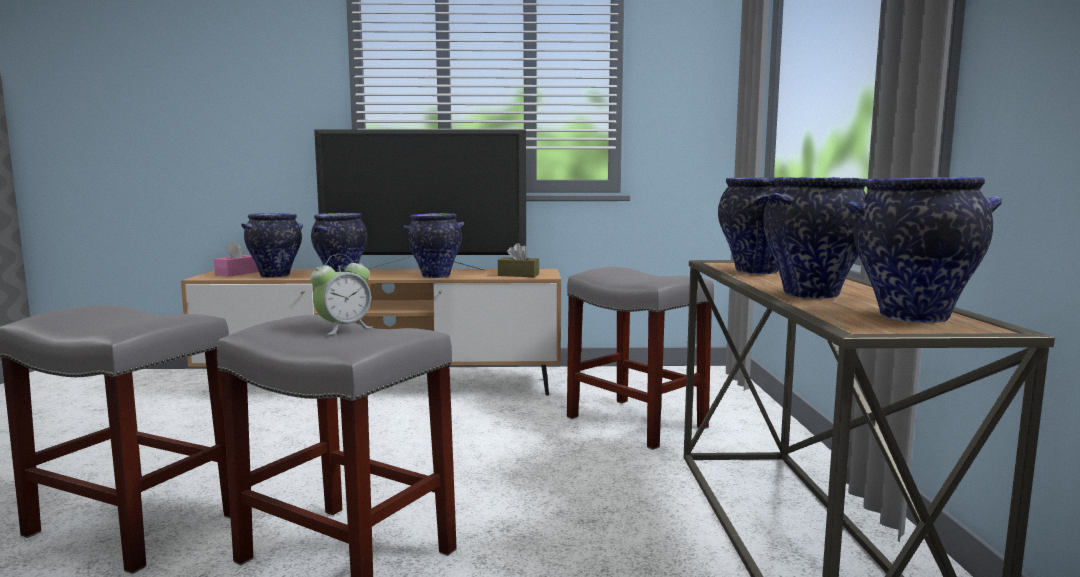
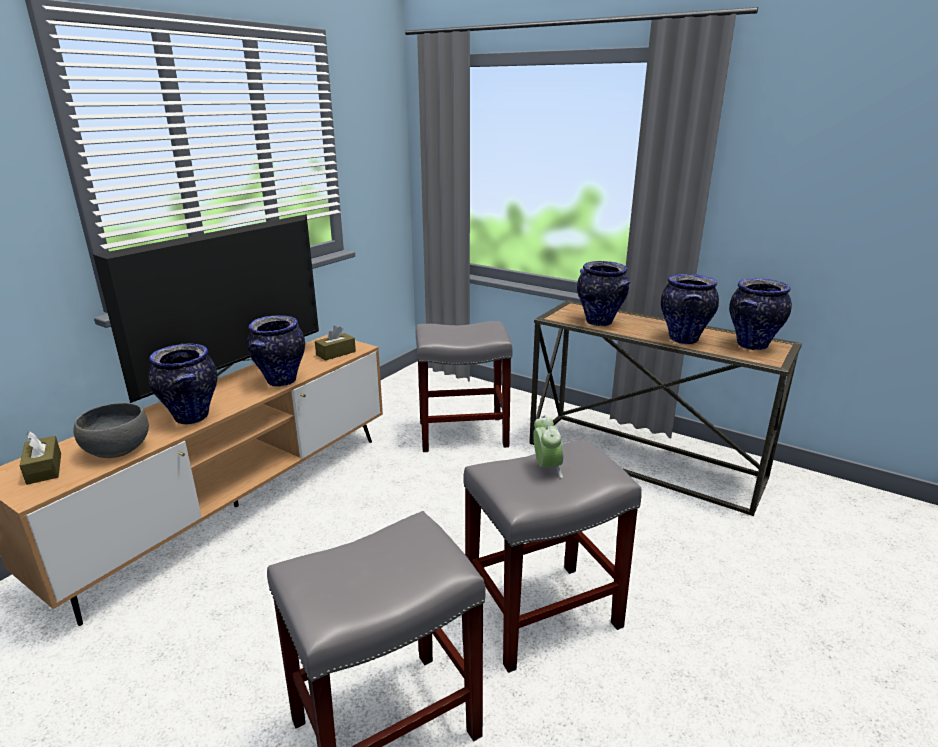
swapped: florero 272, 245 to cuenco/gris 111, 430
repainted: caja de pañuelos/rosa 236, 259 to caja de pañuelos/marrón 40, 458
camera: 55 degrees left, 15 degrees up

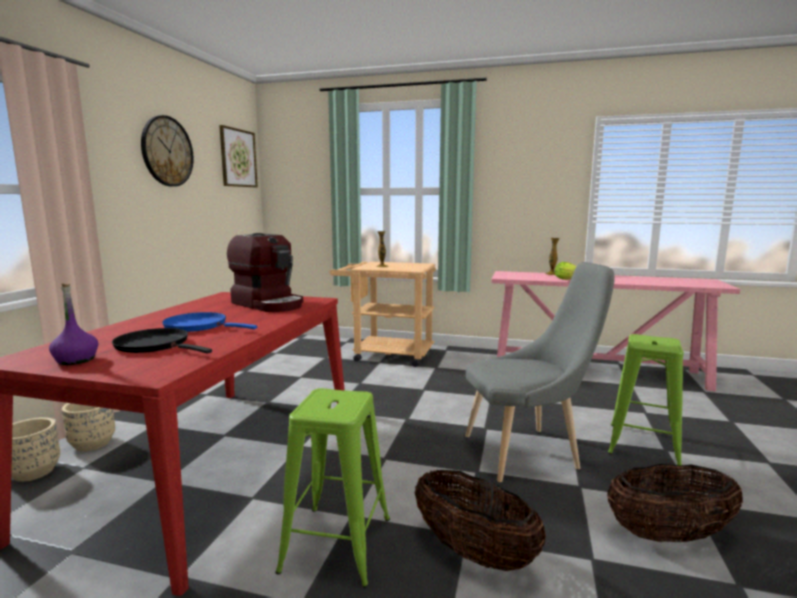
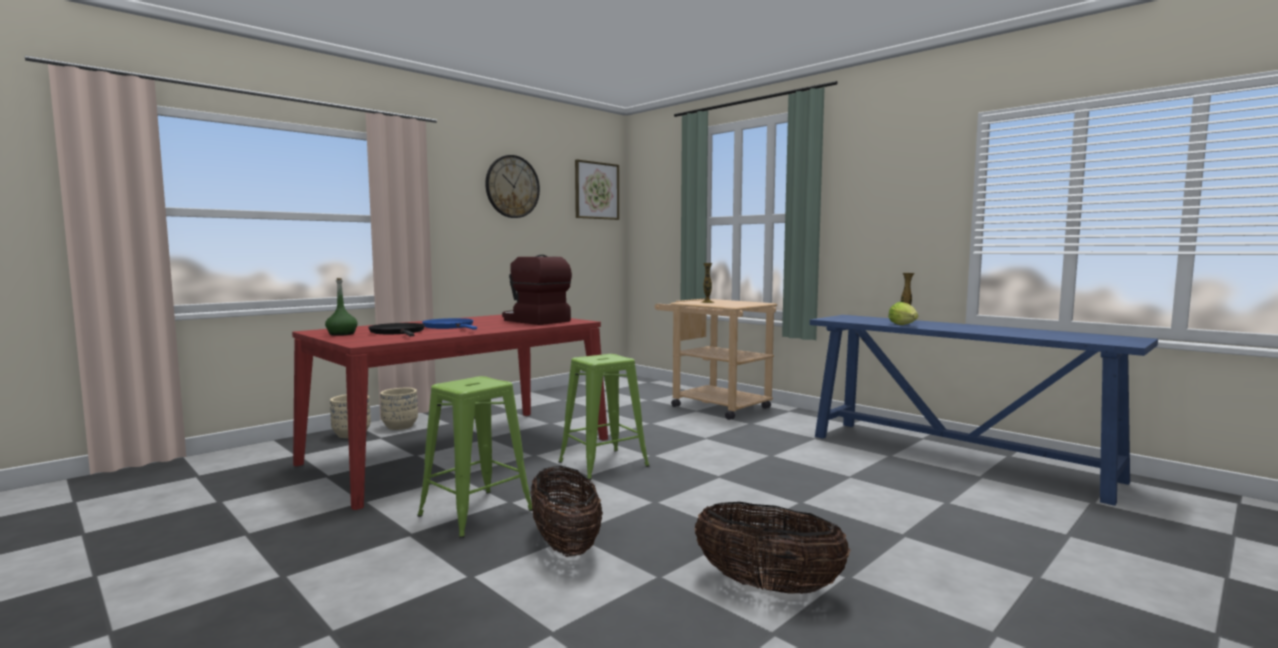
gone: silla/gris 540, 372
shifted: taburete/verde 646, 400 to 604, 417
repainted: botella/morado 73, 324 to botella/verde 341, 307; mesa consola/rosa 616, 331 to mesa consola/azul 984, 410
rotated: cafetera 265, 272 = 537, 290 150 degrees clockwise
camera: 30 degrees right, 5 degrees down

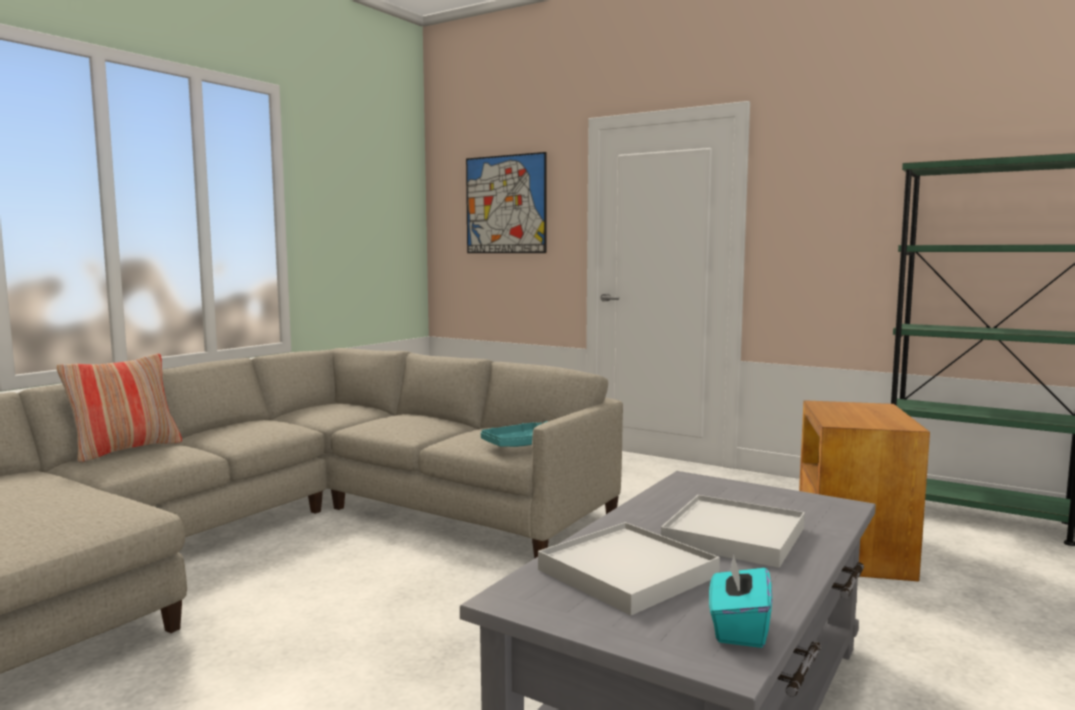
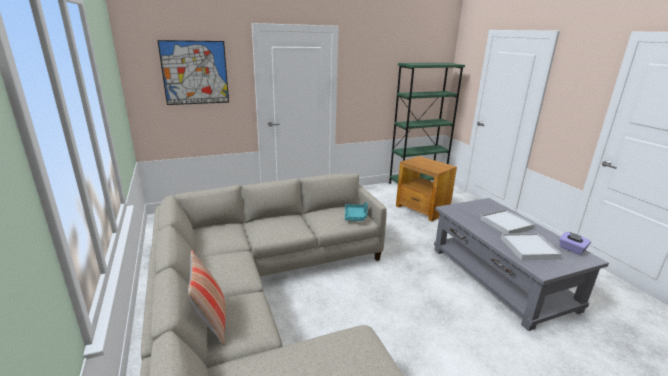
repainted: caja de pañuelos/turquesa 740, 600 to caja de pañuelos/morado 575, 243
camera: 55 degrees left, 15 degrees up

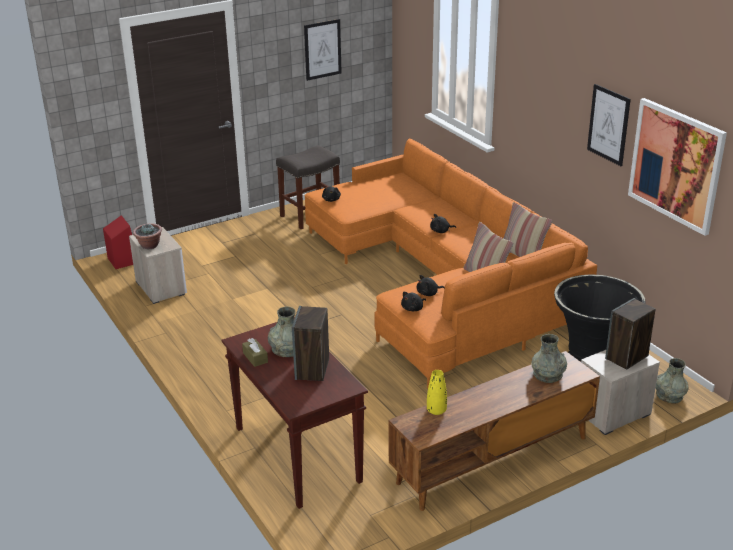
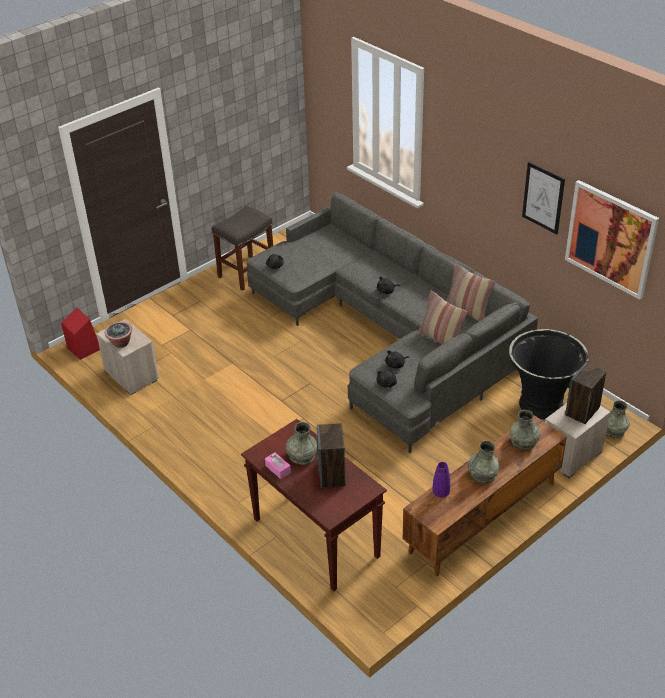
gone: cuadro 323, 50
new: florero/gris 483, 461
repainted: caja de pañuelos/marrón 255, 352 to caja de pañuelos/rosa 278, 465; sofá/naranja 450, 263 to sofá/gris 392, 322; florero/amarillo 437, 392 to florero/morado 441, 480
camera: 10 degrees left, 10 degrees up

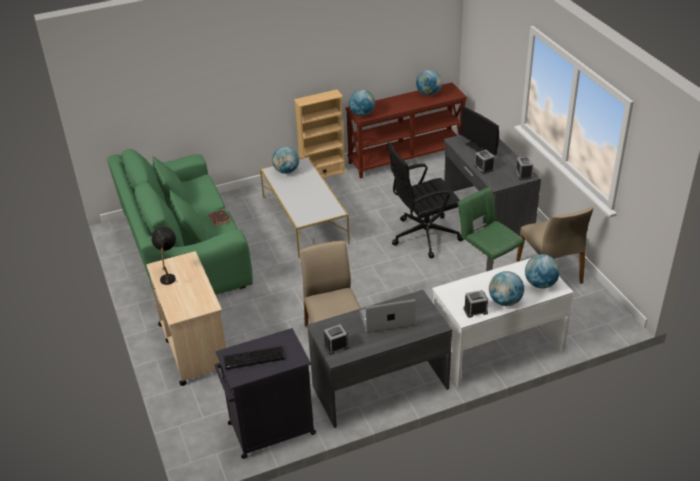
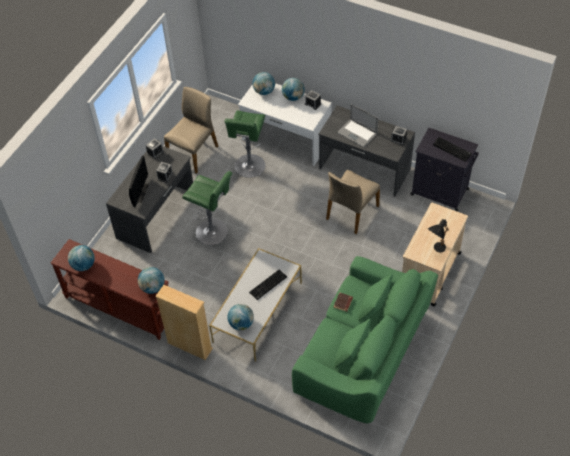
new: teclado 268, 285
swapped: silla de oficina/negro 425, 200 to taburete/verde 207, 208
camera: 130 degrees left, 15 degrees up

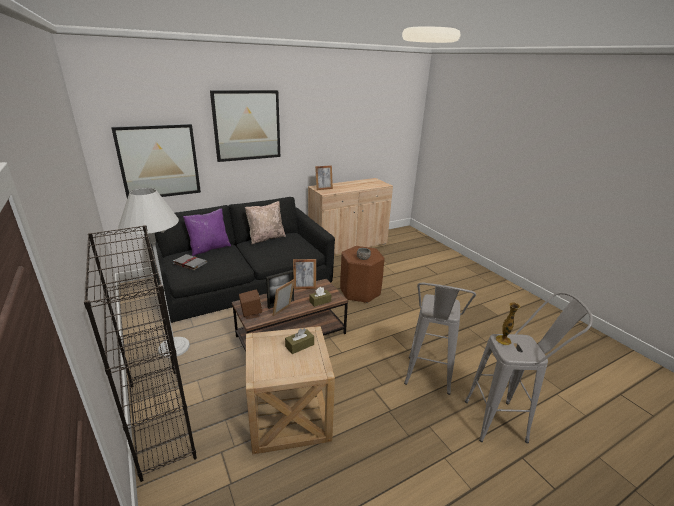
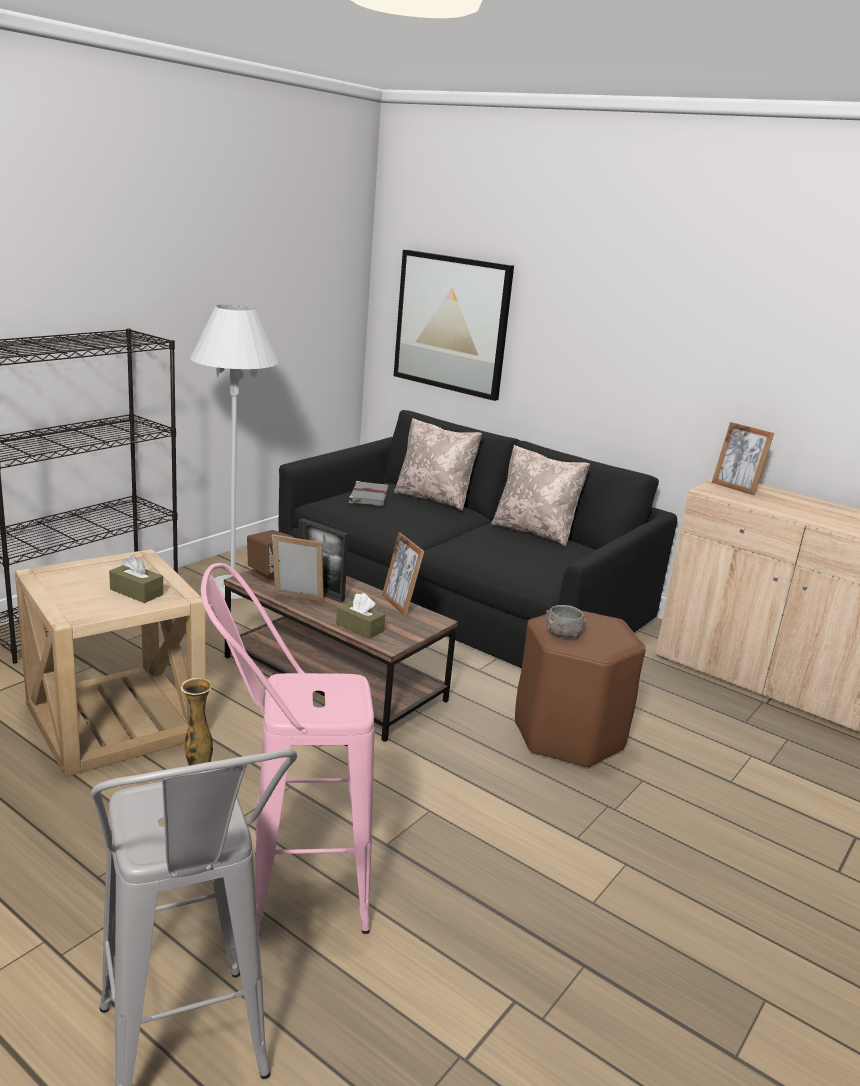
gone: cuadro 245, 126
repainted: cojín/morado 207, 232 to cojín/beis 438, 464; taburete/gris 440, 339 to taburete/rosa 287, 748
camera: 65 degrees right, 5 degrees down

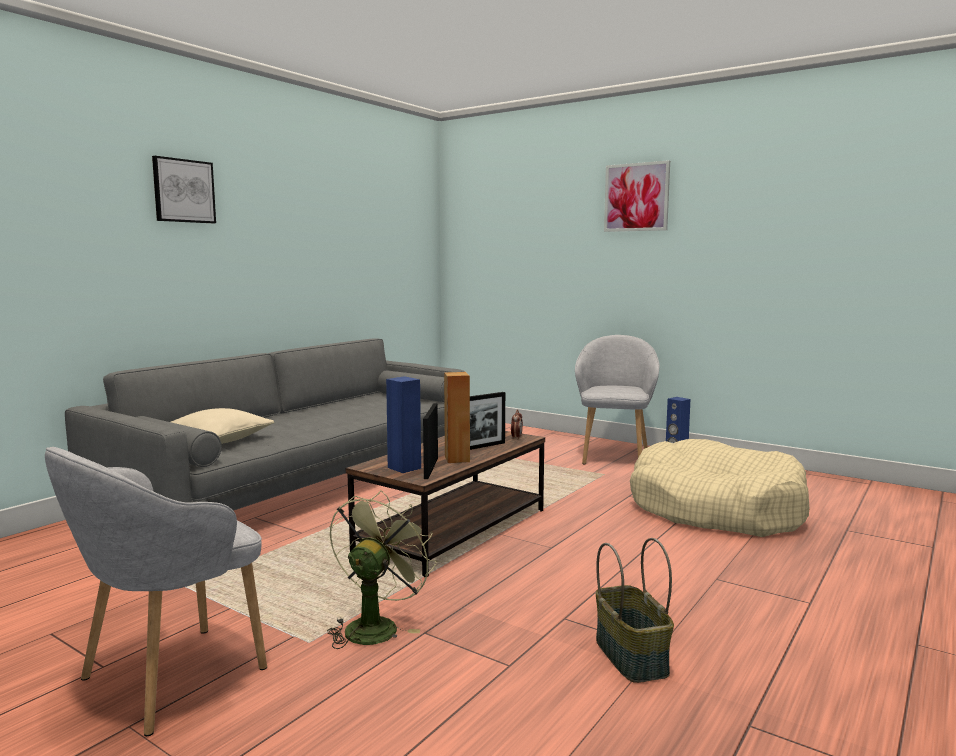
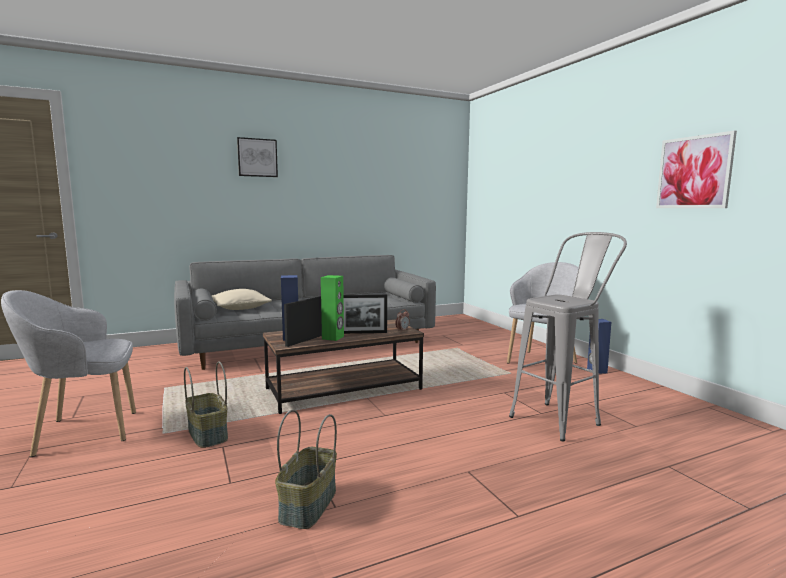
shifted: cuadro 637, 196 to 696, 169
swapped: ventilador/verde 381, 569 to cesta 206, 404; cama para perro/beis 719, 488 to taburete/gris 568, 336
repainted: altavoz/marrón 457, 417 to altavoz/verde 332, 308
camera: 30 degrees right, 0 degrees up

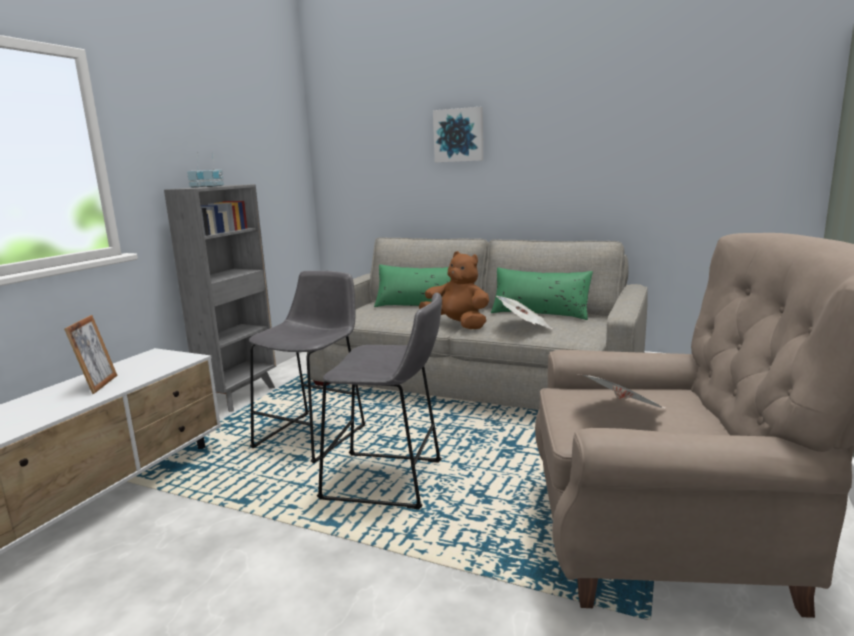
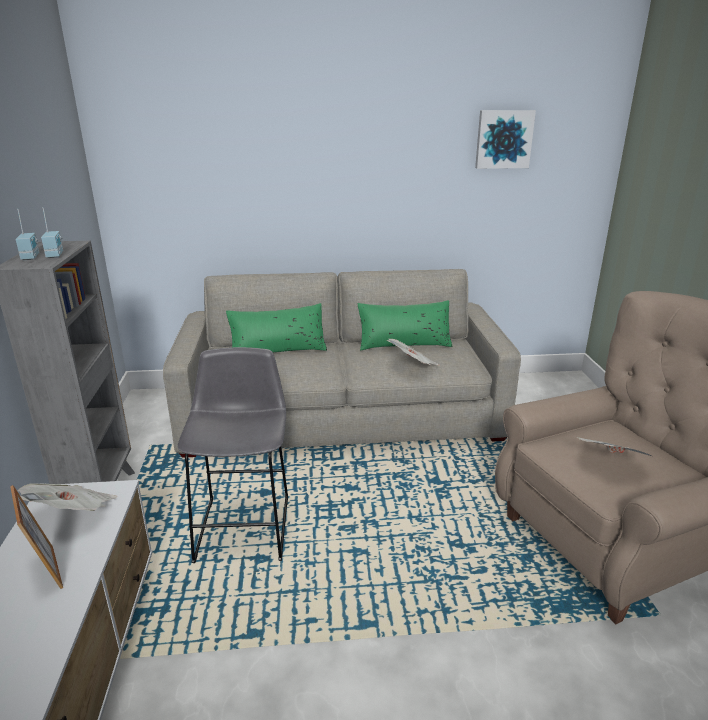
gone: taburete/gris 379, 401; peluche/marrón 454, 290
new: periódico 67, 497
shifted: cuadro 458, 134 to 505, 139
camera: 30 degrees left, 10 degrees up

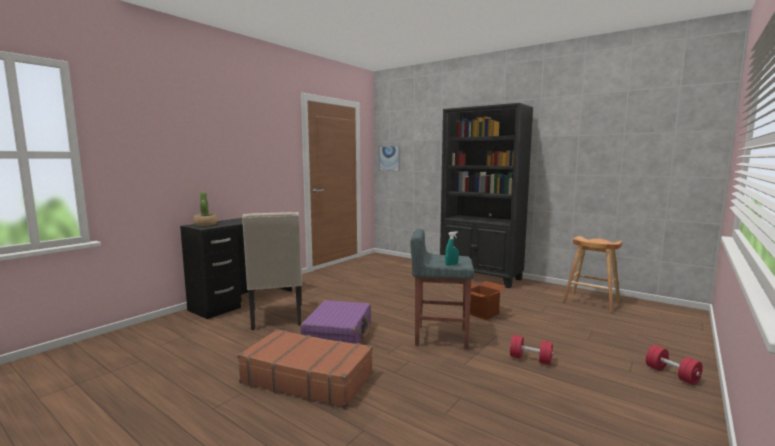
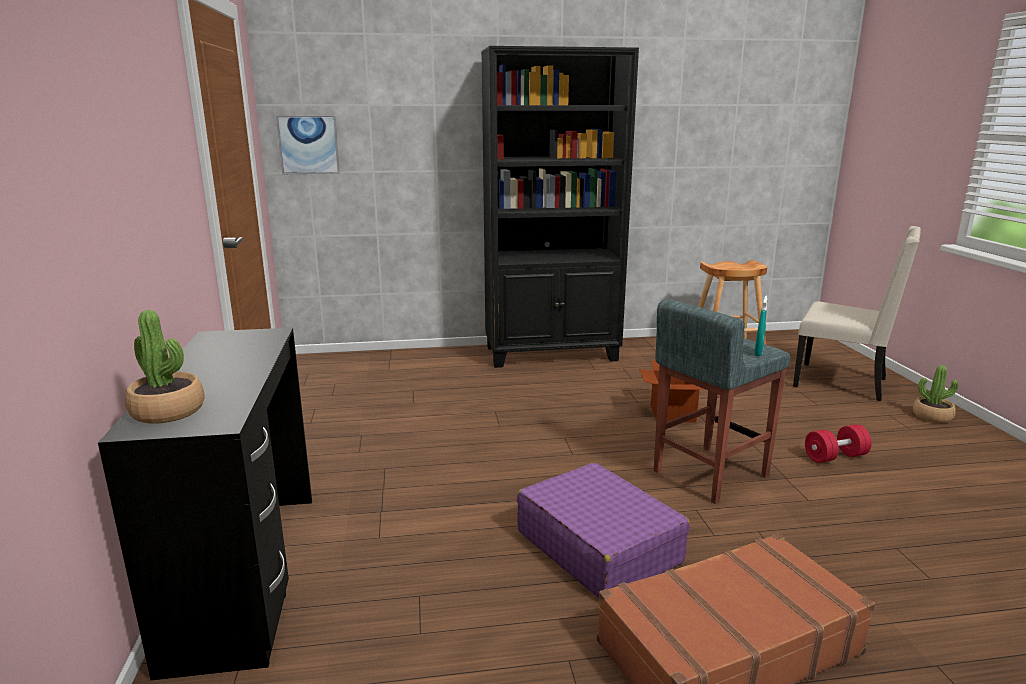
shifted: silla/beis 272, 271 to 857, 313
swapped: mancuerna/rojo 674, 365 to planta en maceta 935, 394
camera: 45 degrees left, 10 degrees up

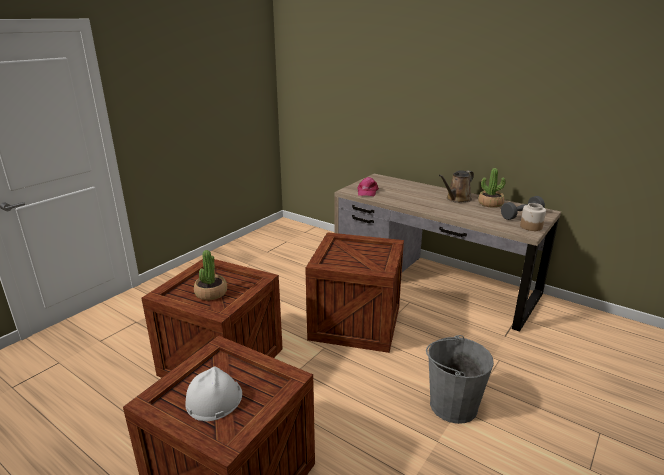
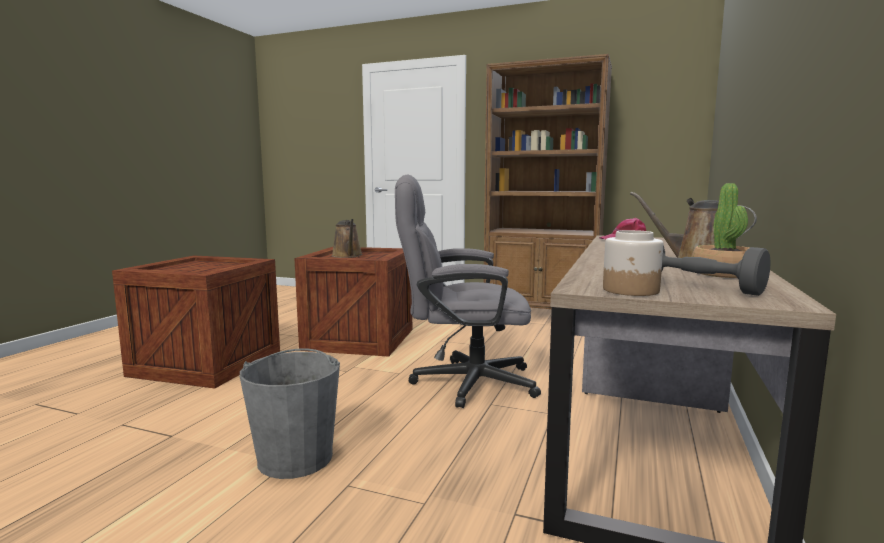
gone: casco/blanco 213, 394
new: estantería/marrón 547, 181
swapped: planta en maceta 210, 275 to regadera/marrón 347, 238; caja de embalaje 354, 292 to silla de oficina/gris 468, 291
camera: 75 degrees right, 15 degrees down

